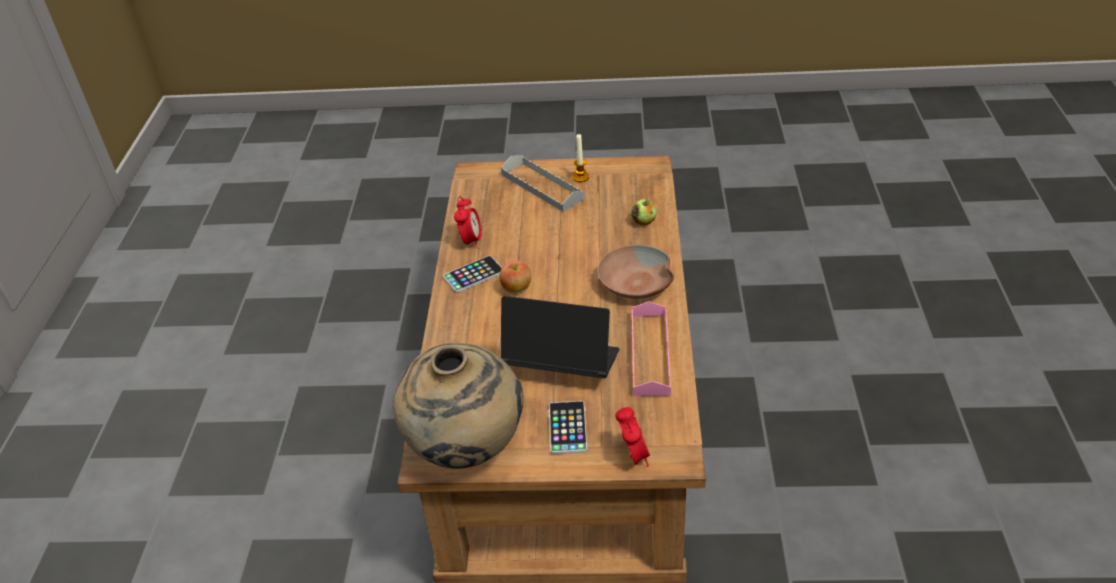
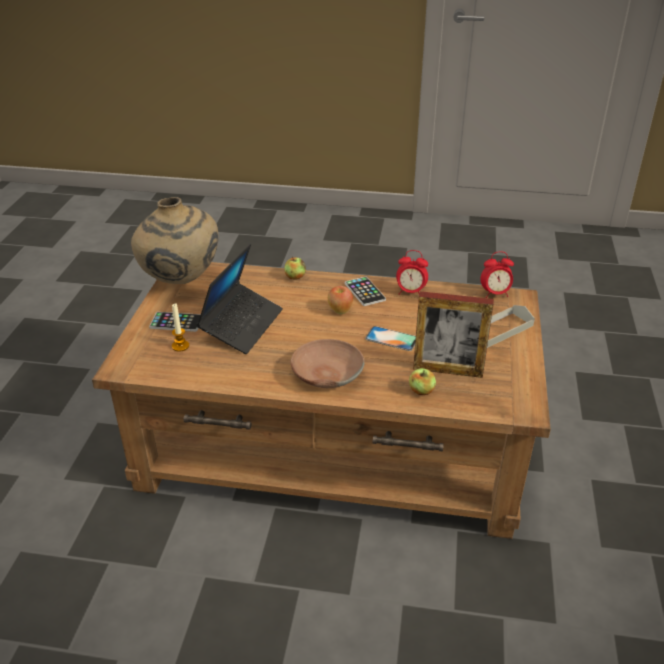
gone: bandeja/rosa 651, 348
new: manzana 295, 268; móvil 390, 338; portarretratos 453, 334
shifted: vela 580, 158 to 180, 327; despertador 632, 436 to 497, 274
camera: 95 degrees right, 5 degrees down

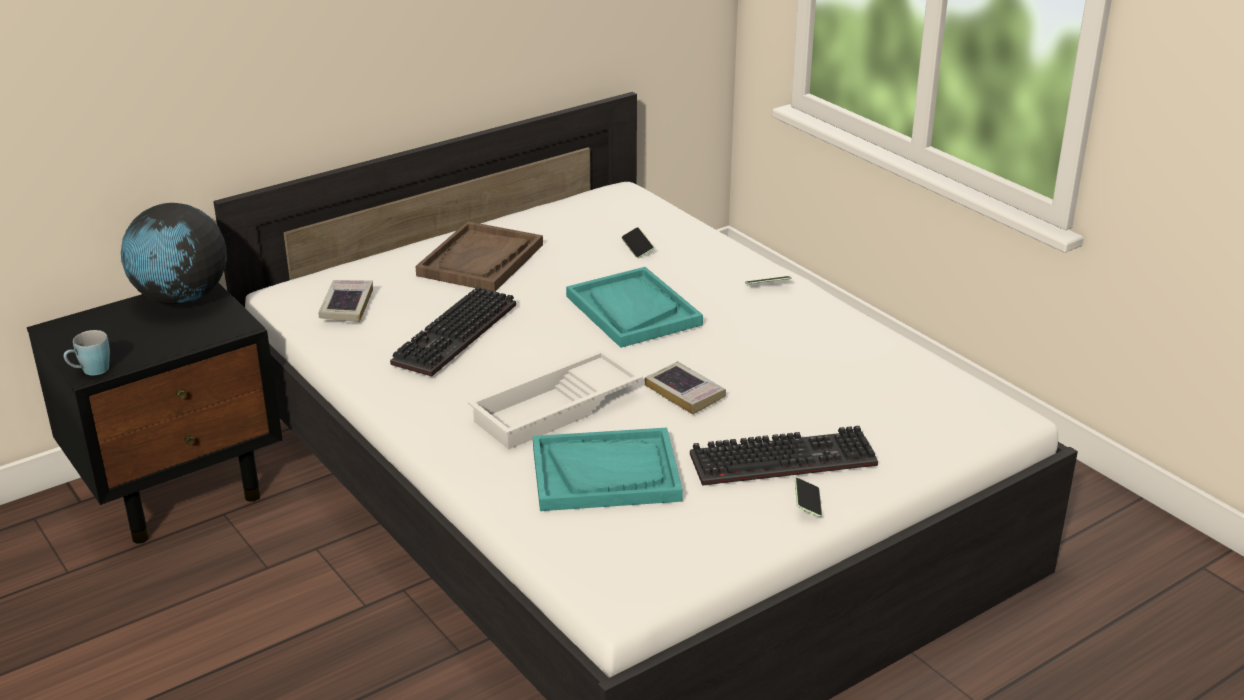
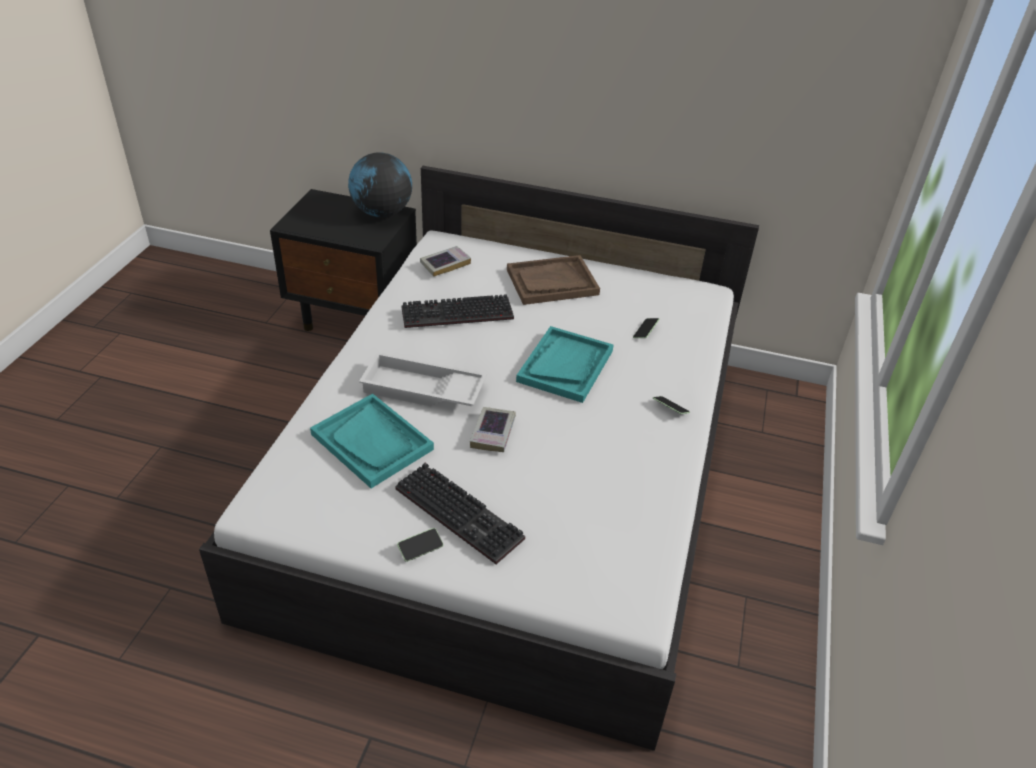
gone: taza grande/azul 87, 353
camera: 50 degrees right, 10 degrees up

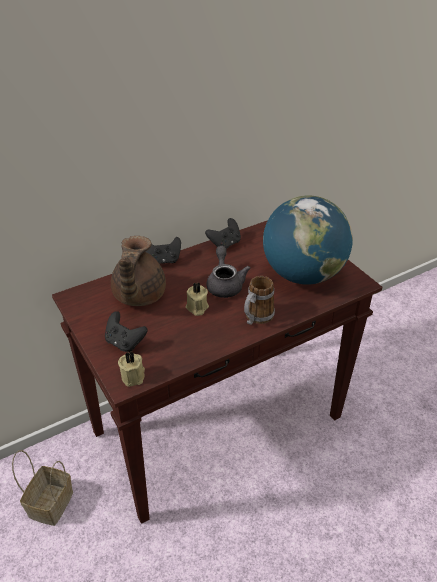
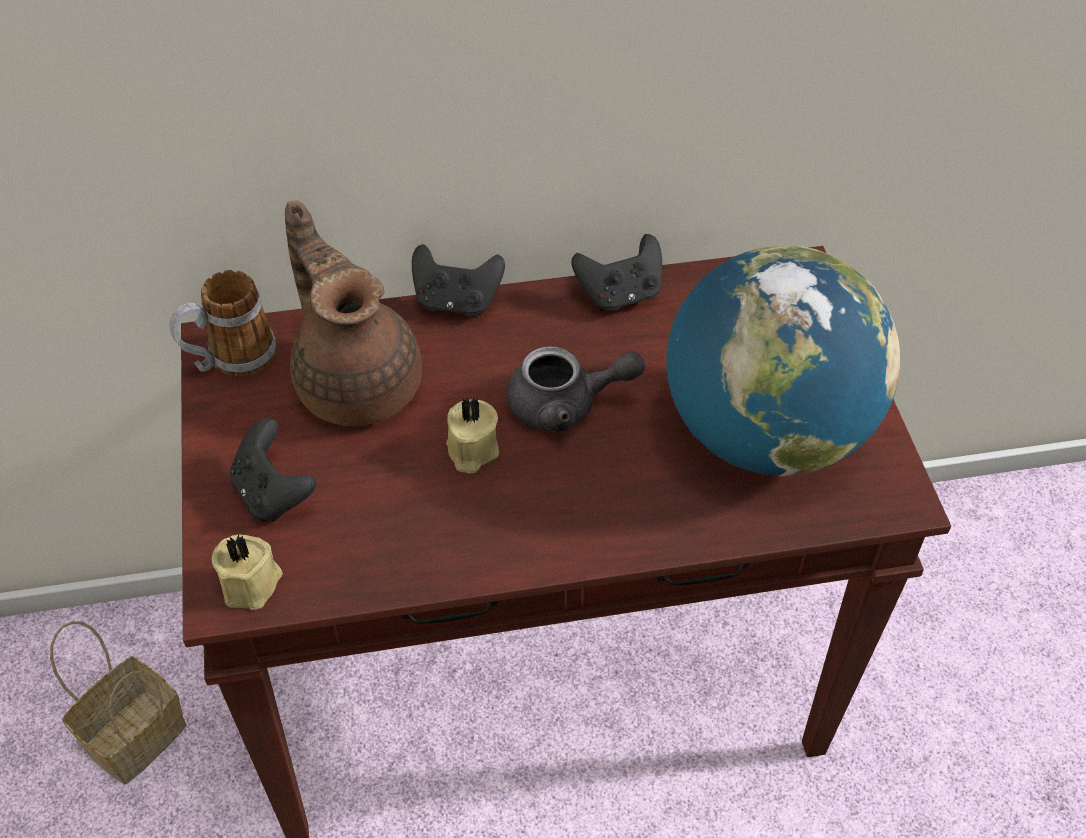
shifted: taza grande 259, 300 to 223, 323
rotated: tetera/marrón 138, 271 = 353, 313 120 degrees clockwise; tetera/gris 228, 272 = 575, 389 75 degrees clockwise
camera: 20 degrees right, 10 degrees up

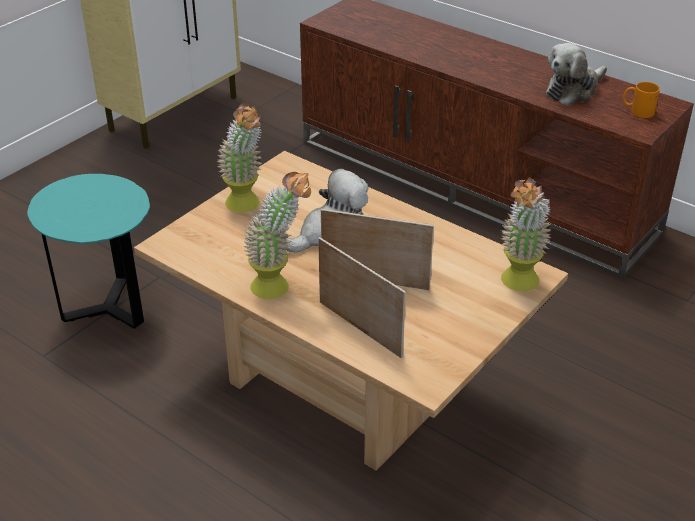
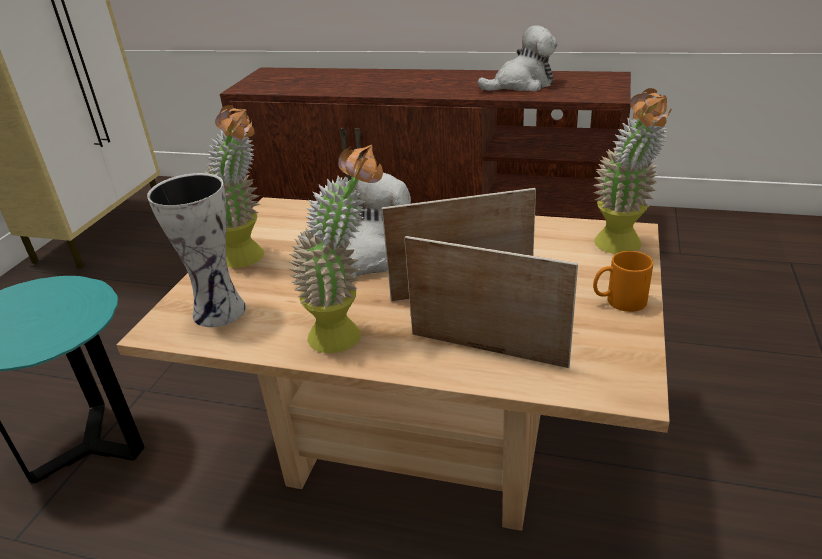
new: florero 196, 250
shifted: taza grande/naranja 641, 100 to 623, 281
rotated: peluche 576, 74 = 517, 58 135 degrees counterclockwise
camera: 20 degrees left, 5 degrees down

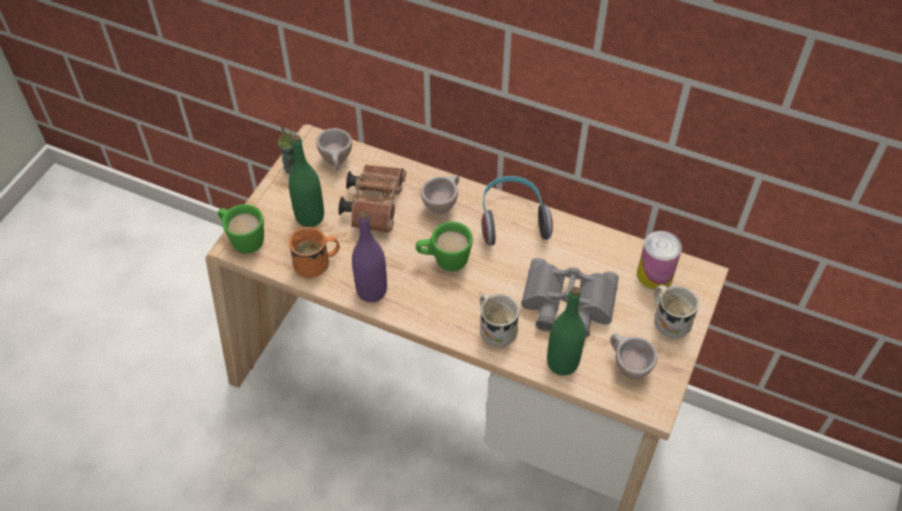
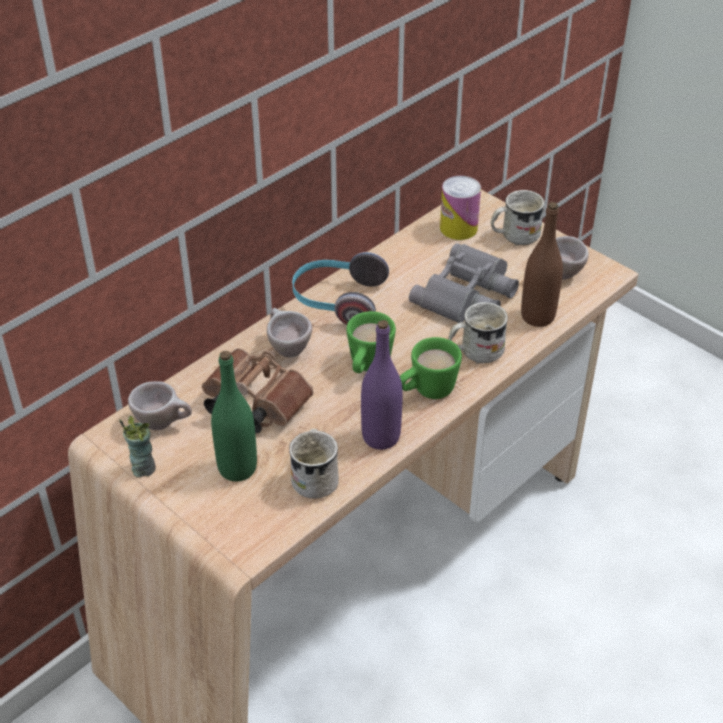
shifted: taza grande/verde 241, 229 to 431, 368
repainted: taza grande/naranja 314, 252 to taza grande/blanco 314, 464; botella/verde 566, 331 to botella/marrón 542, 264
camera: 70 degrees left, 10 degrees down

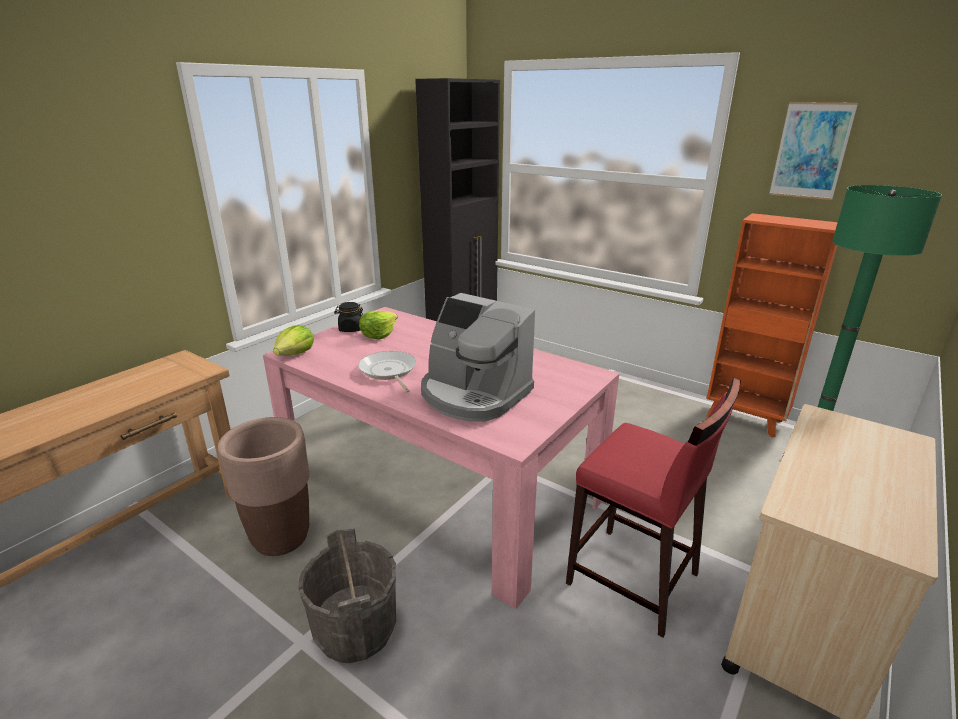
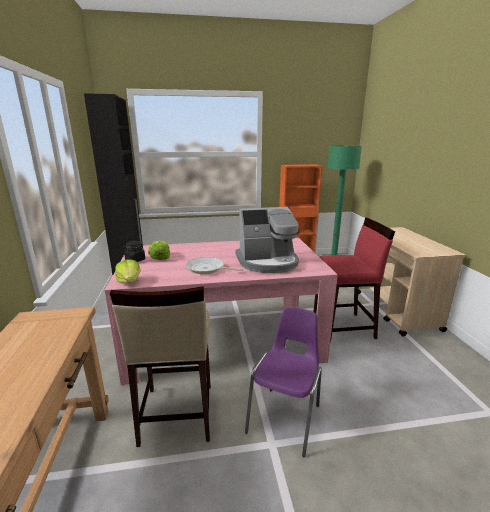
gone: cuadro 813, 151
swapped: maceta/marrón 263, 486 to taburete/beis 160, 366; cubo/gris 347, 596 to silla/morado 283, 382
camera: 45 degrees left, 5 degrees down

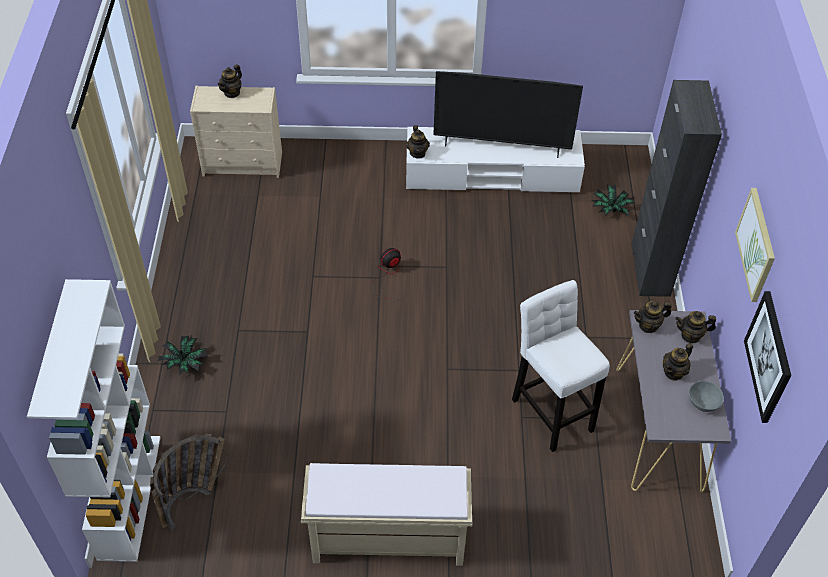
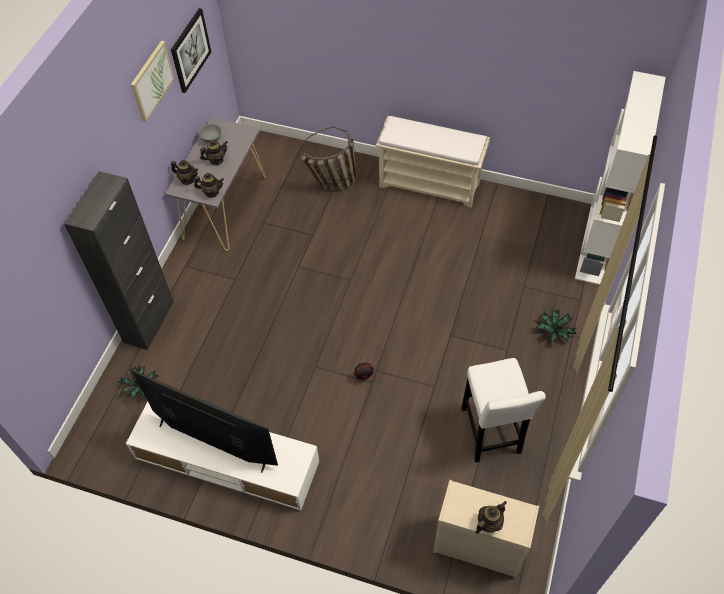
gone: tetera 418, 142
shifted: cesta 188, 483 to 329, 158; taburete/blanco 561, 366 to 503, 410
camera: 160 degrees left, 5 degrees up

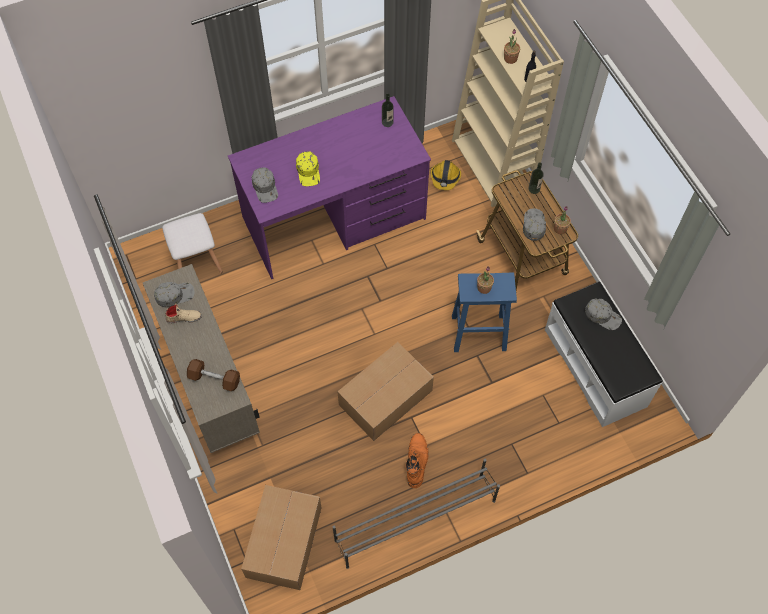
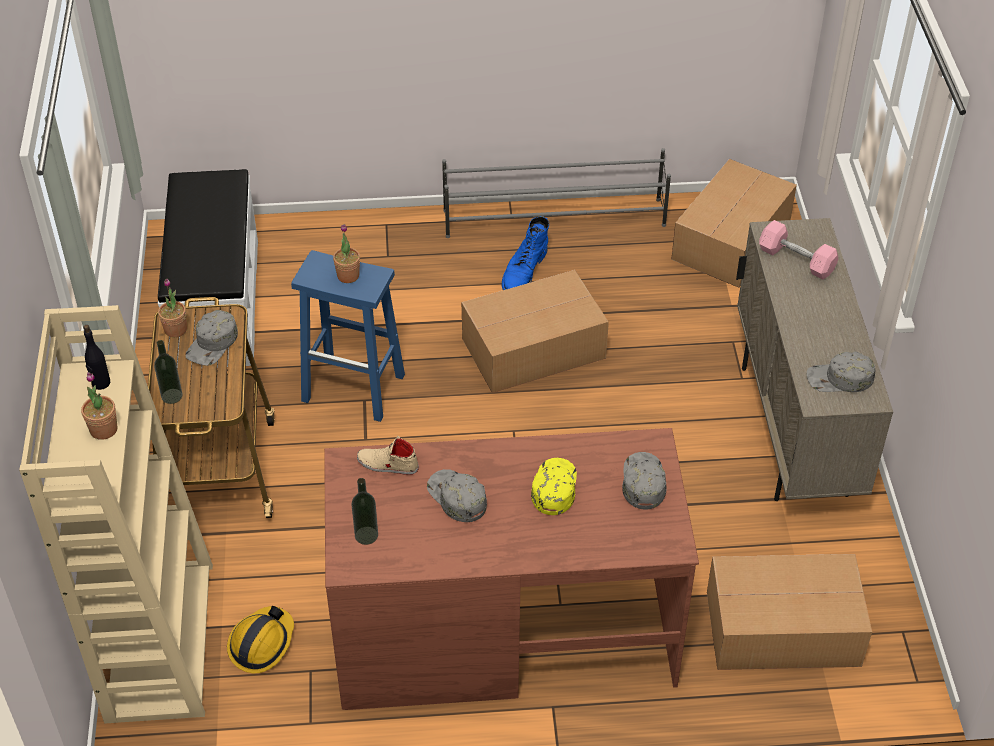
shifted: zapato/beis 183, 313 to 388, 455; gorra/gris 603, 314 to 457, 495
swapped: taburete/blanco 192, 243 to caja de cartón 789, 612
repainted: mancuerna/marrón 213, 375 to mancuerna/rosa 798, 250; escritorio/morado 329, 187 to escritorio/marrón 511, 569; bota/naranja 417, 460 to bota/azul 525, 253
camera: 160 degrees left, 15 degrees down

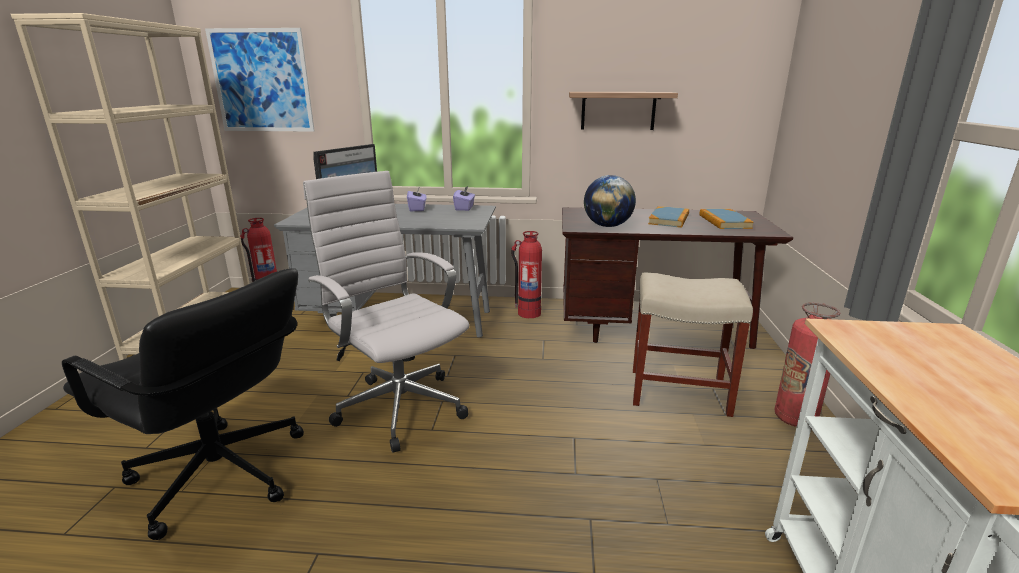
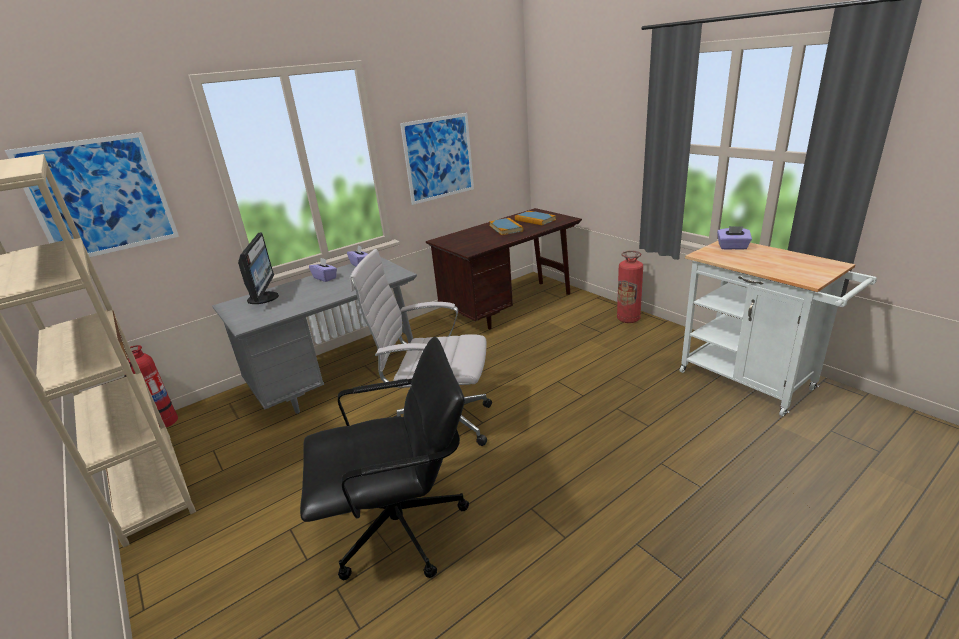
gone: extintor 526, 274; globo terráqueo 610, 201; taburete/beis 693, 345
new: caja de pañuelos/morado 734, 237
swapped: estante 623, 111 to cuadro 437, 159
camera: 40 degrees left, 5 degrees up

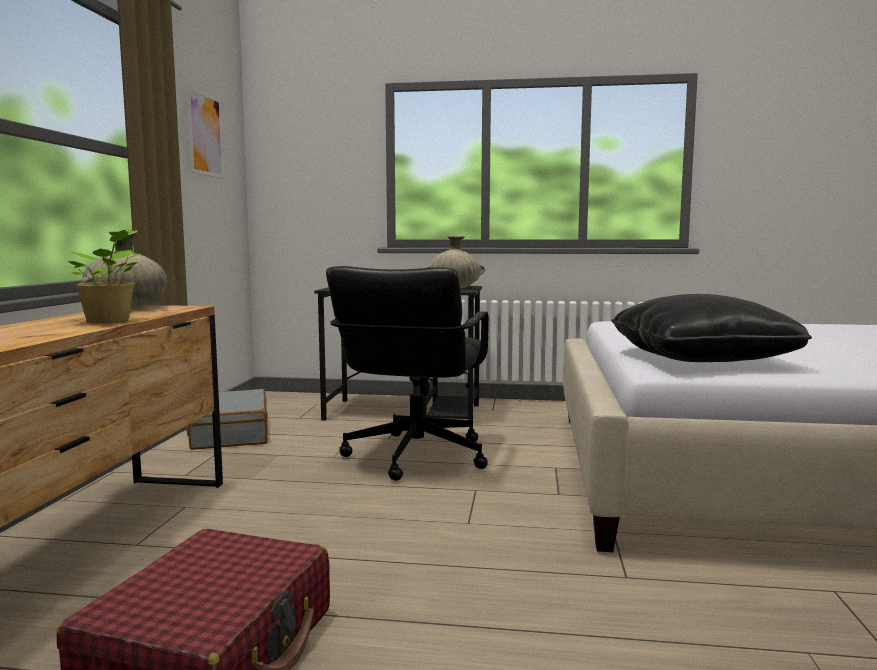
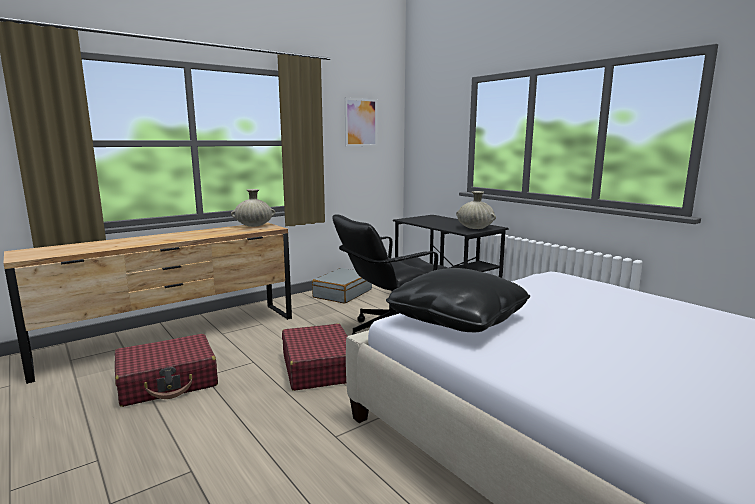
gone: planta en maceta 103, 277
new: maleta/rojo 314, 357
camera: 45 degrees right, 5 degrees up

